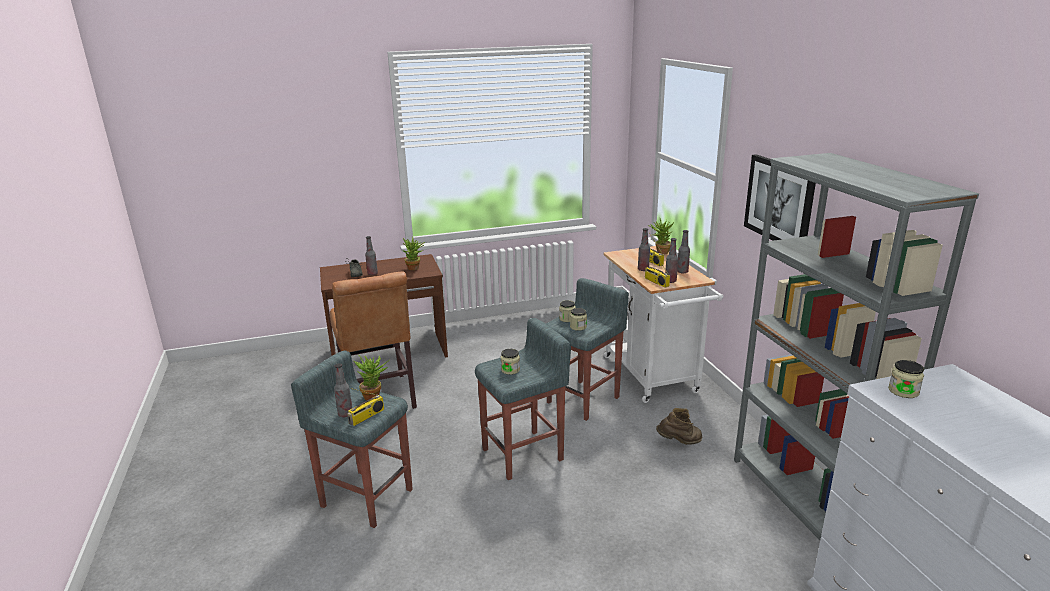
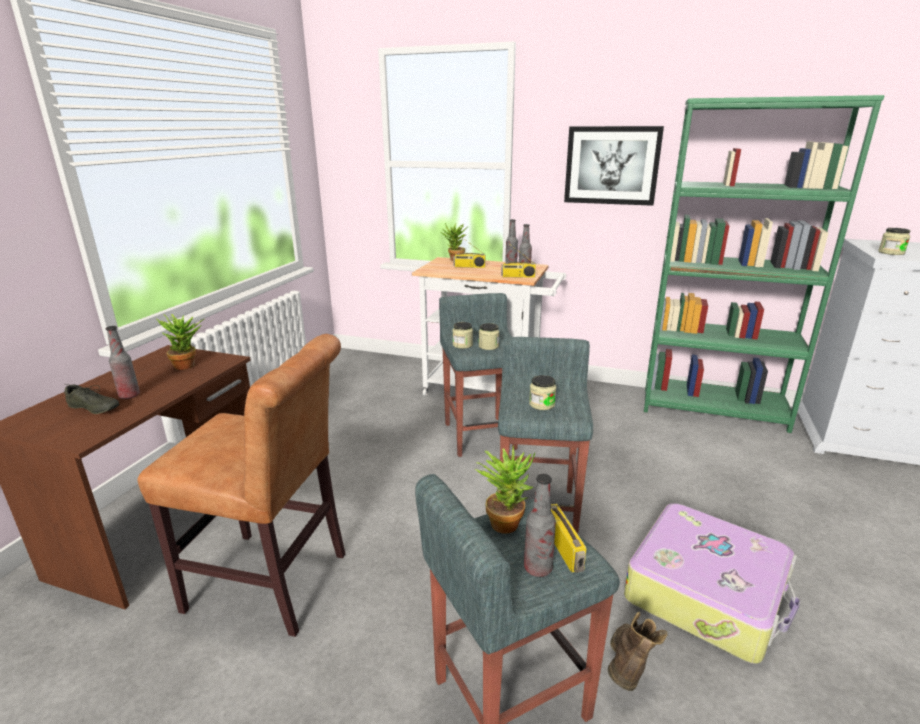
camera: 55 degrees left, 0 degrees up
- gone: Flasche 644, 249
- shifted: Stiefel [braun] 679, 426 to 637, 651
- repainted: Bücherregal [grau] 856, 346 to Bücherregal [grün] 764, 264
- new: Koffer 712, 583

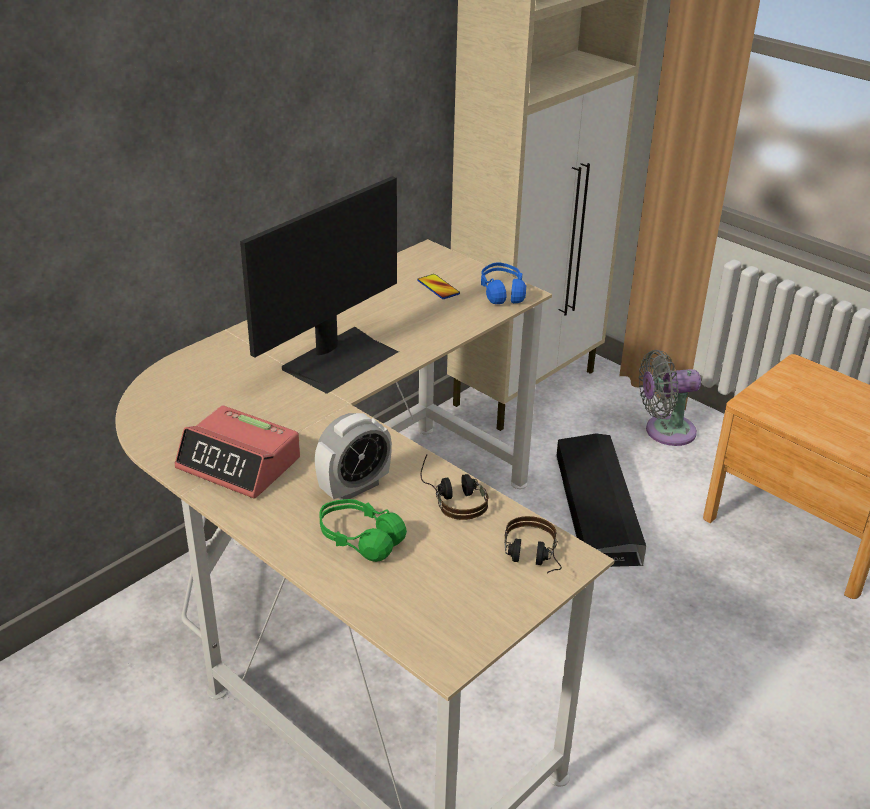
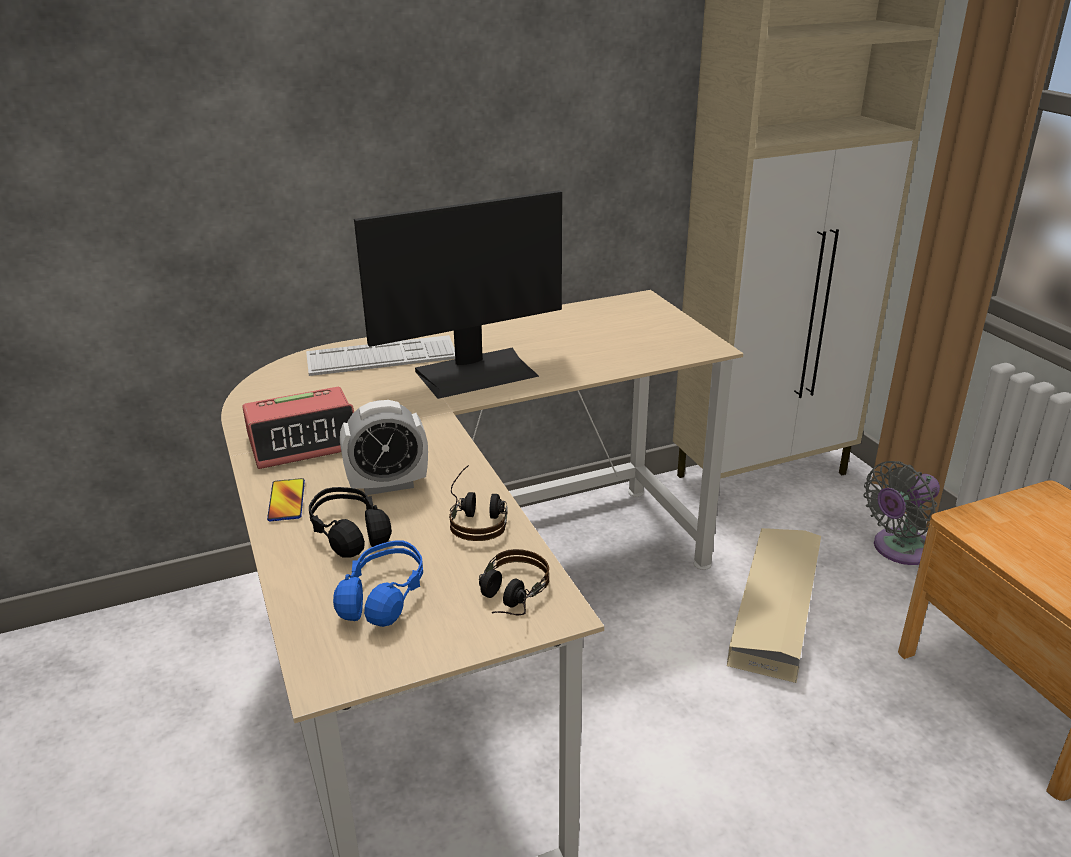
camera: 25 degrees right, 5 degrees down
- rotated: Wecker 237, 452 = 298, 428 75 degrees counterclockwise
- repainted: Kopfhörer [grün] 363, 530 to Kopfhörer [schwarz] 350, 522
- shifted: Handy 438, 286 to 286, 499
- shifted: Kopfhörer [blau] 503, 283 to 378, 583
- repainted: Aufbewahrungsbox [schwarz] 601, 500 to Aufbewahrungsbox [beige] 774, 605
- rotated: Ventilator [grau] 670, 398 = 902, 513 45 degrees counterclockwise
- new: Tastatur 380, 355

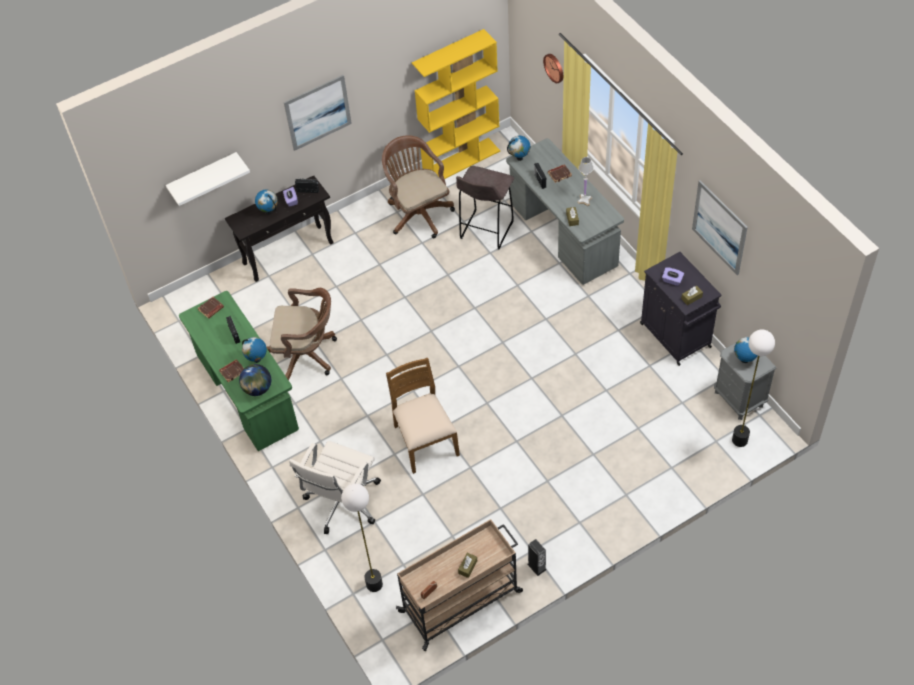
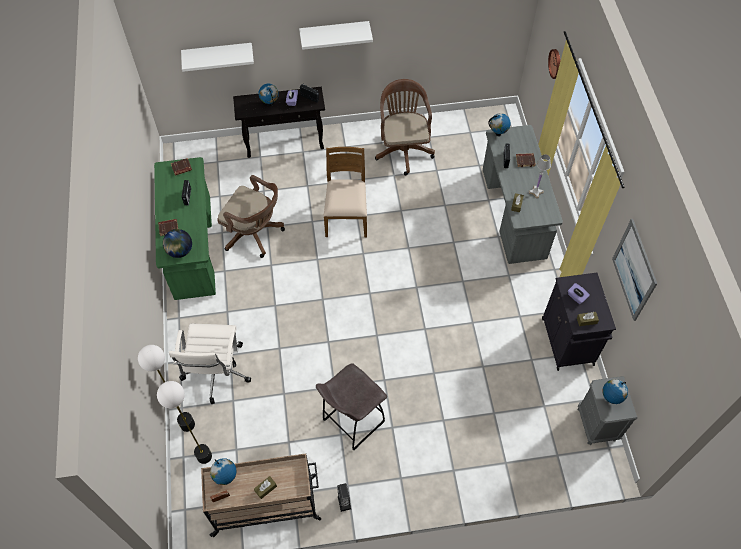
camera: 20 degrees right, 5 degrees up
- shifted: Globus 254, 350 to 223, 471
- swapped: Bild 318, 113 to Wandregal [weiß] 336, 35
- rotated: Bürostuhl [weiß] 335, 487 = 210, 364 45 degrees counterclockwise
- shifted: Stuhl [braun] 423, 416 to 345, 192
- gone: Bücherregal [gelb] 456, 104
- shifted: Hocker [grau] 485, 208 to 351, 406
- shifted: Stehlampe 753, 388 to 166, 388

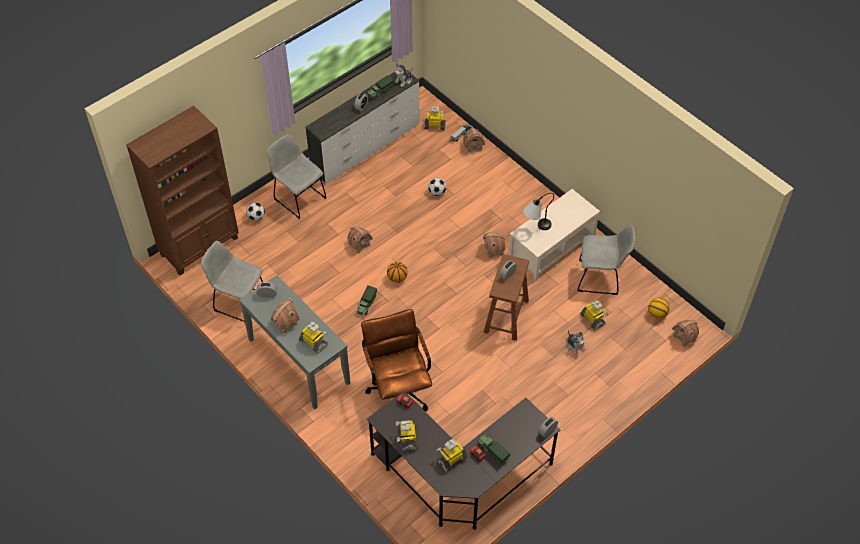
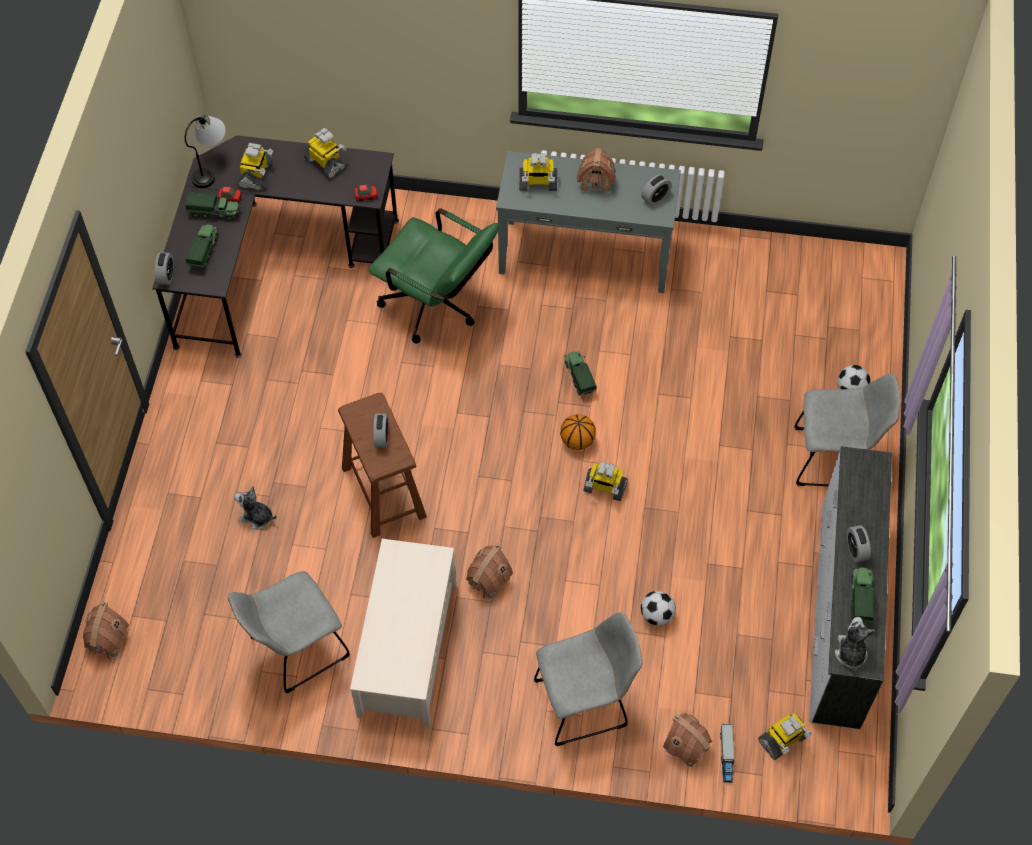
camera: 140 degrees right, 5 degrees up
- gone: Bücherregal [braun] 182, 190
- shifted: Stuhl [grau] 232, 281 to 588, 679
- gone: Spielzeughaus 360, 240
- repainted: Bürostuhl [braun] 396, 360 to Bürostuhl [grün] 434, 276
- shifted: Tischlampe 538, 211 to 205, 151
- shifted: Spielzeugroboter 594, 315 to 606, 481
- gone: Basketball 659, 308
- new: Spielzeuglaster 202, 246

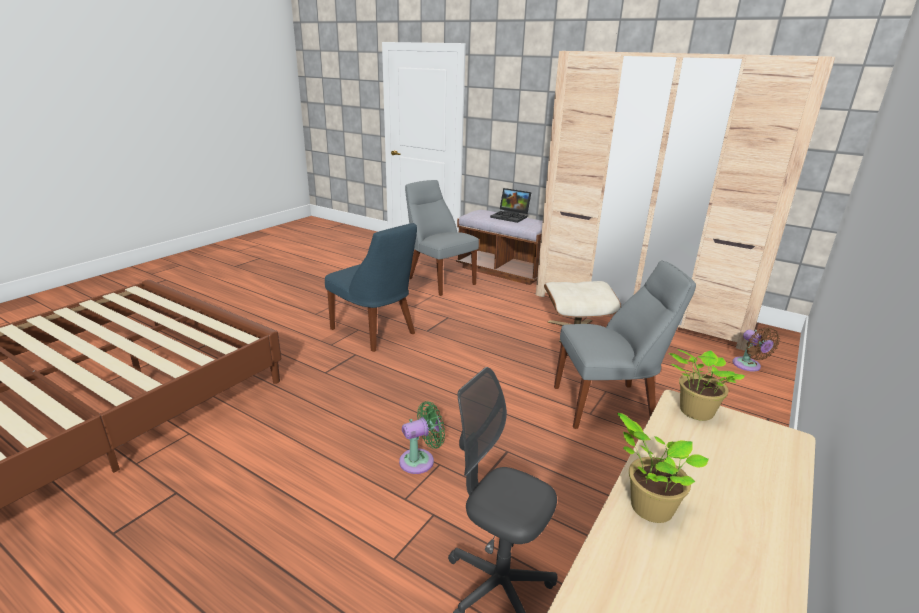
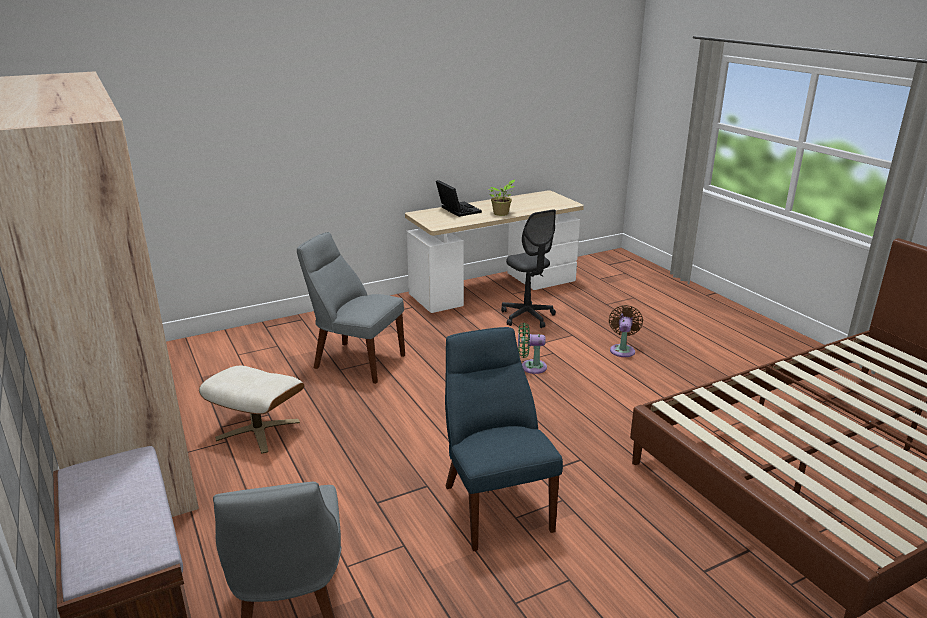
camera: 150 degrees left, 0 degrees up
- shifted: Laptop 510, 205 to 459, 198
- gone: Topfpflanze 707, 385
- shifted: Ventilator [braun] 756, 349 to 626, 331

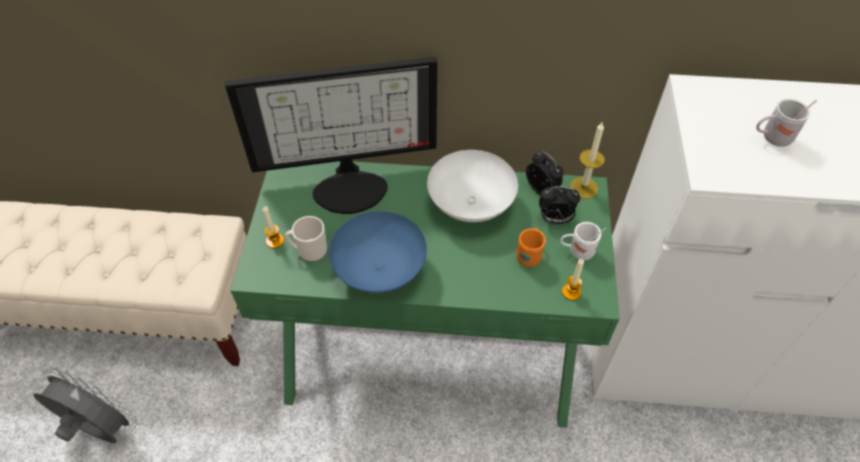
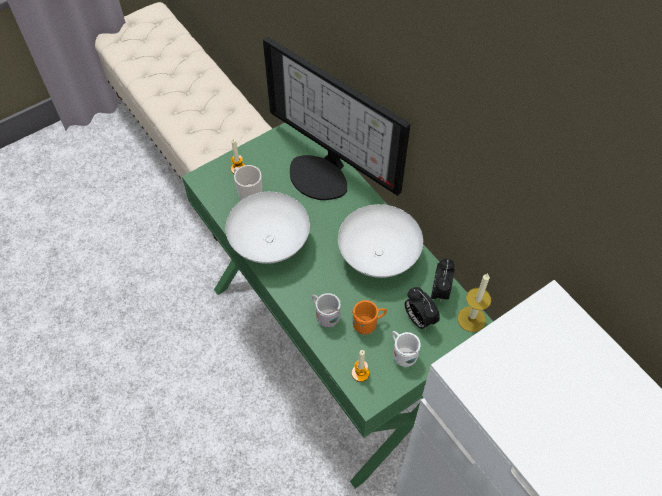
camera: 50 degrees right, 5 degrees up
- gone: Ventilator [grau] 85, 405
- repainted: Schüssel [blau] 378, 252 to Schüssel [weiß] 267, 228
- shifted: Henkelbecher [weiß] 786, 123 to 326, 310

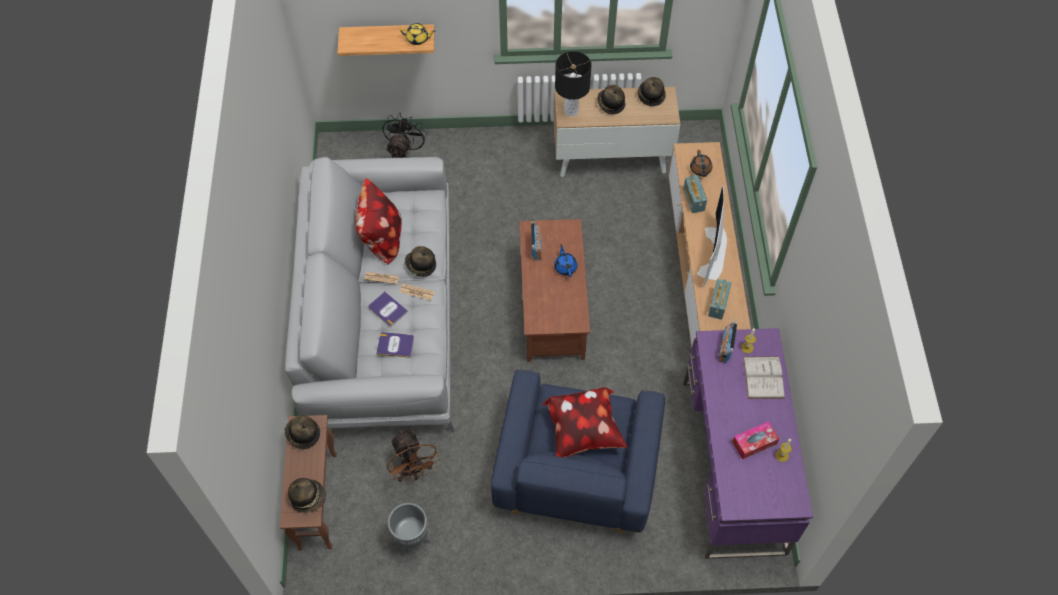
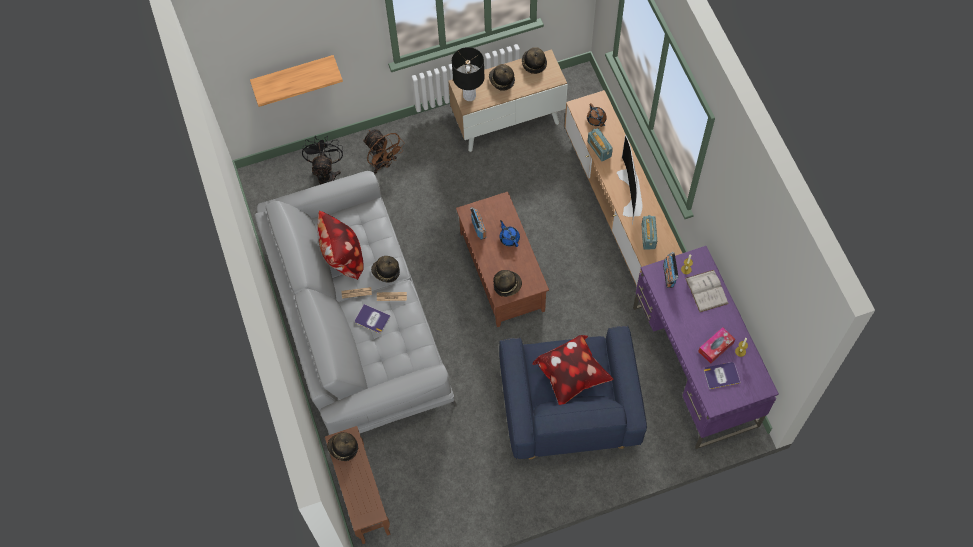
camera: 15 degrees left, 5 degrees up
- shifted: Hut 307, 495 to 507, 283
- shifted: Buch 395, 345 to 722, 375
- shifted: Ventilator [braun] 413, 456 to 384, 152
- gone: Pflanzkübel [grau] 409, 529
- gone: Teekanne [gelb] 417, 34

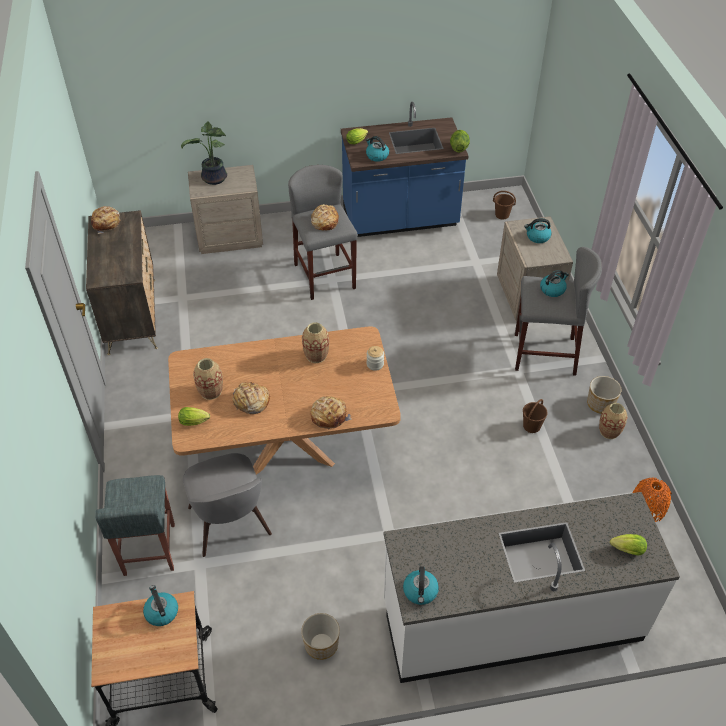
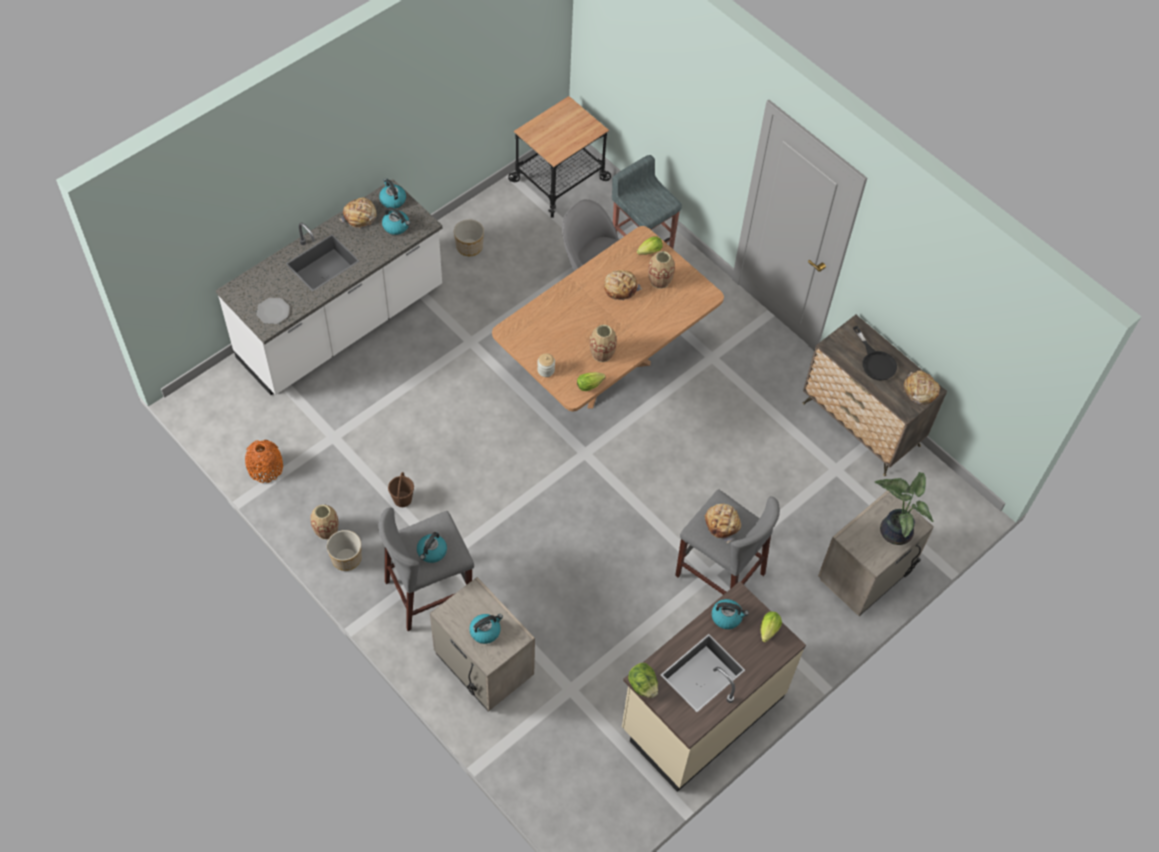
camera: 145 degrees right, 10 degrees up
- shifted: Wasserkessel 160, 605 to 396, 221
- shifted: Brot 331, 413 to 358, 213
- repainted: Küchenzeile [blau] 405, 169 to Küchenzeile [beige] 714, 686
- gone: Eimer [braun] 504, 205
- shifted: Salatkopf 628, 544 to 591, 381
- new: Teller 273, 311
- new: Pfanne [schwarz] 875, 353

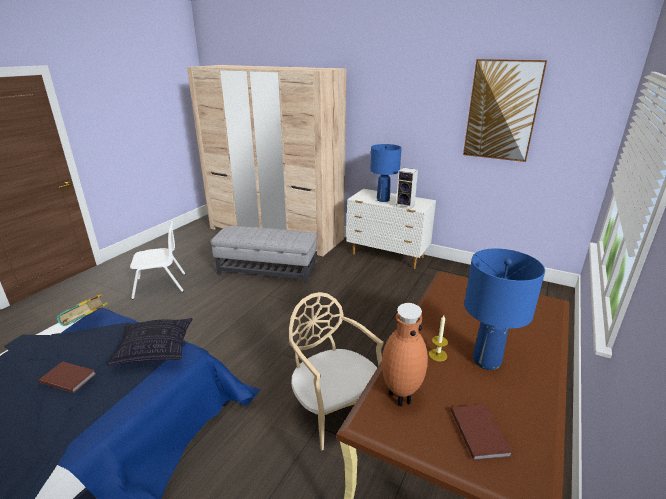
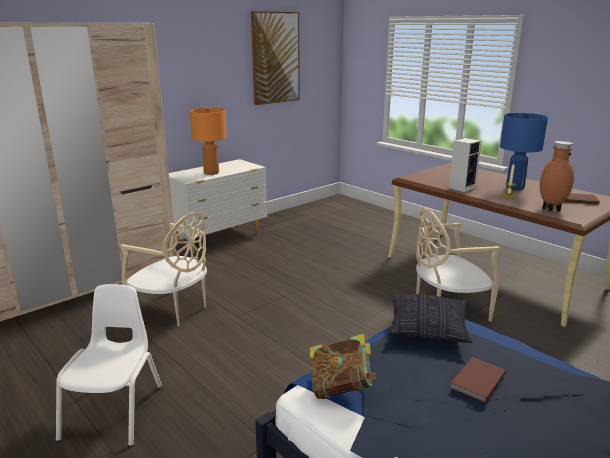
camera: 70 degrees left, 5 degrees down
- swapped: Polsterhocker [grau] 263, 255 to Stuhl [beige] 163, 269
- repainted: Tischlampe [blau] 386, 173 to Tischlampe [orange] 208, 141
- shifted: Lautsprecher 407, 188 to 465, 165

